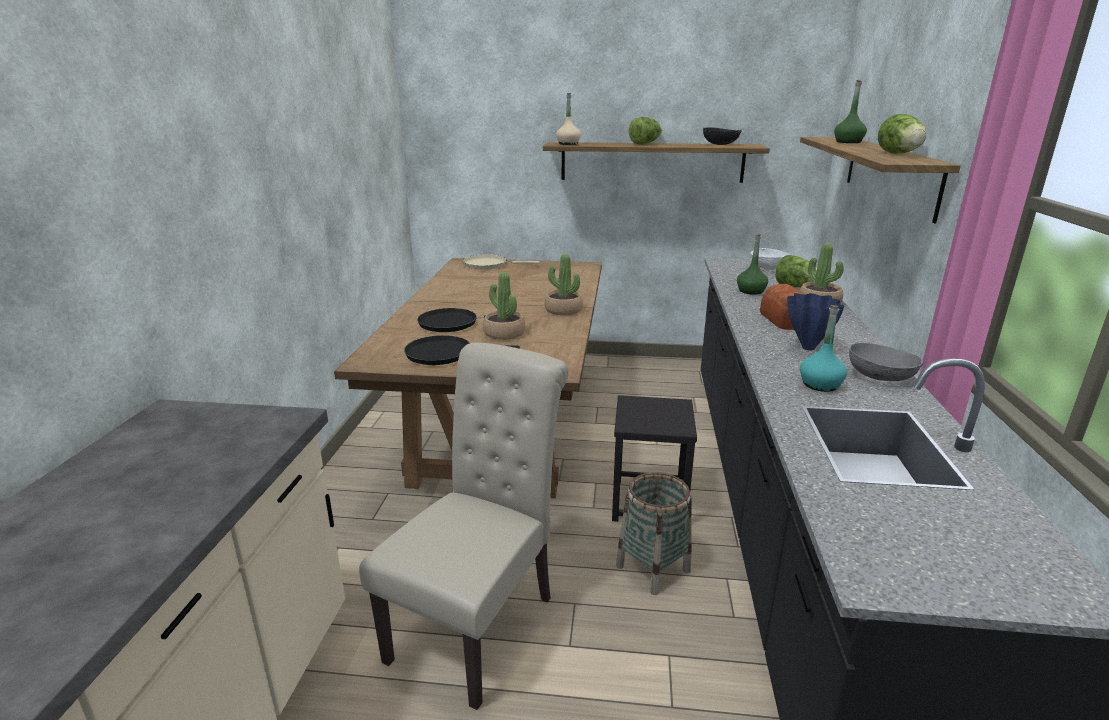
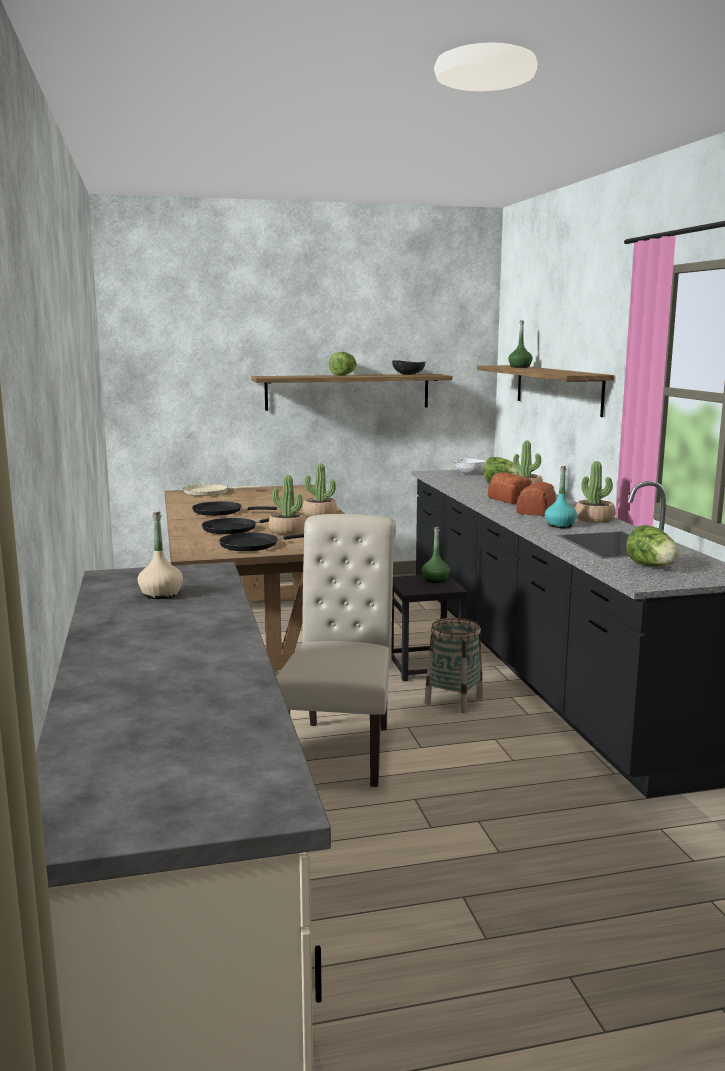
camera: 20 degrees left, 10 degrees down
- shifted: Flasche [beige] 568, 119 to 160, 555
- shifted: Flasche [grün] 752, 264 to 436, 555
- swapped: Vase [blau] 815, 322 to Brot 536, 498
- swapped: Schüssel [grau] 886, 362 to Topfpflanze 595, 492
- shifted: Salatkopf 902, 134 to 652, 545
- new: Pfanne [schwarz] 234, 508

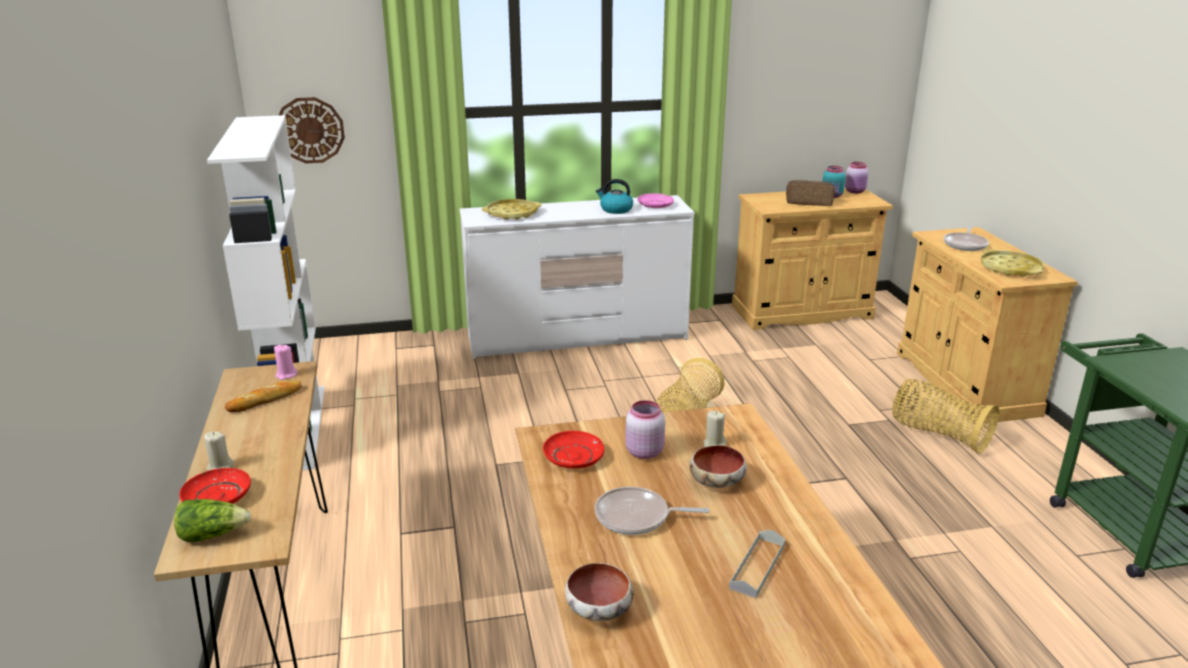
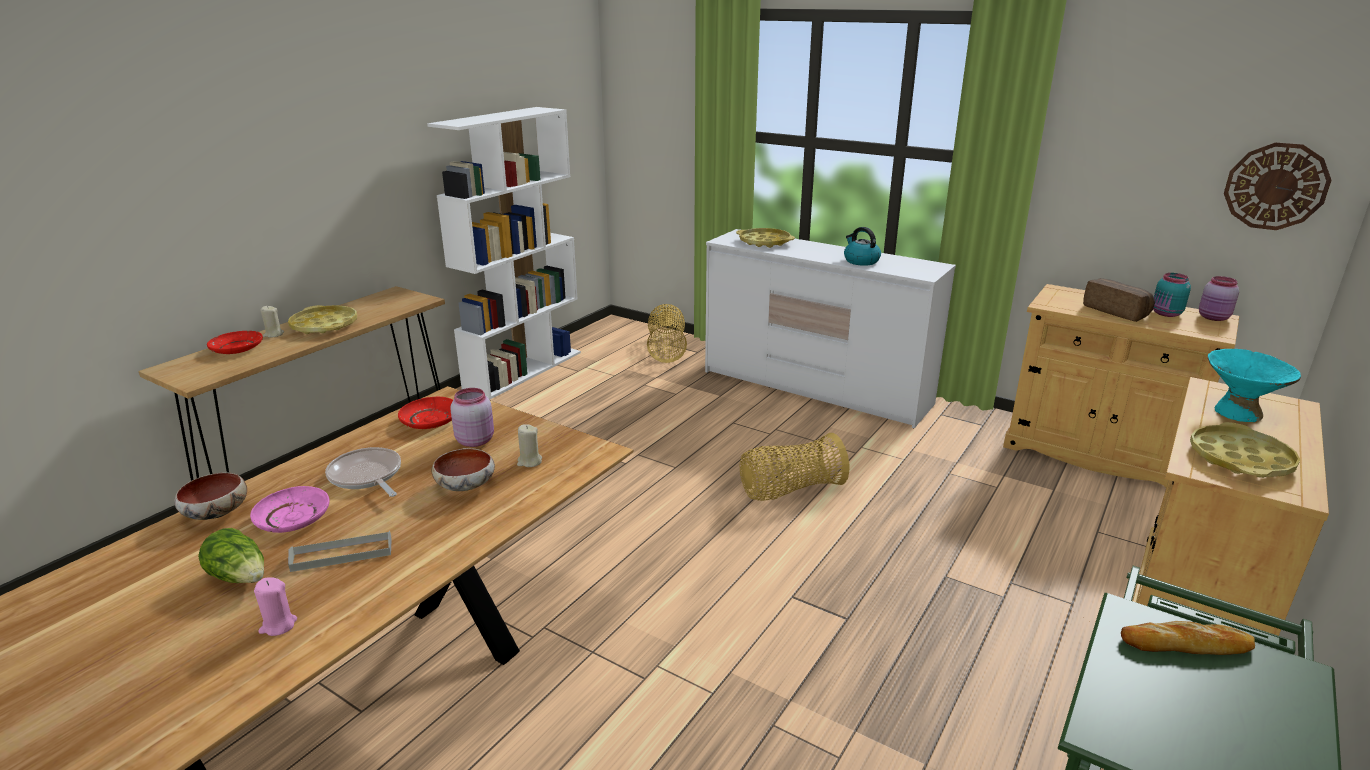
camera: 45 degrees right, 0 degrees up
- shifted: Salatkopf 212, 520 to 231, 555
- shifted: Brot 263, 396 to 1188, 638
- shifted: Kerze [rosa] 286, 362 to 275, 606
- shifted: Wanduhr 311, 130 to 1278, 186
- shifted: Teller [rosa] 656, 200 to 289, 509
- shifted: Korb 945, 416 to 667, 333
- swapped: Pfanne 966, 238 to Schüssel [türkis] 1254, 385
- new: Tablett [gelb] 322, 319

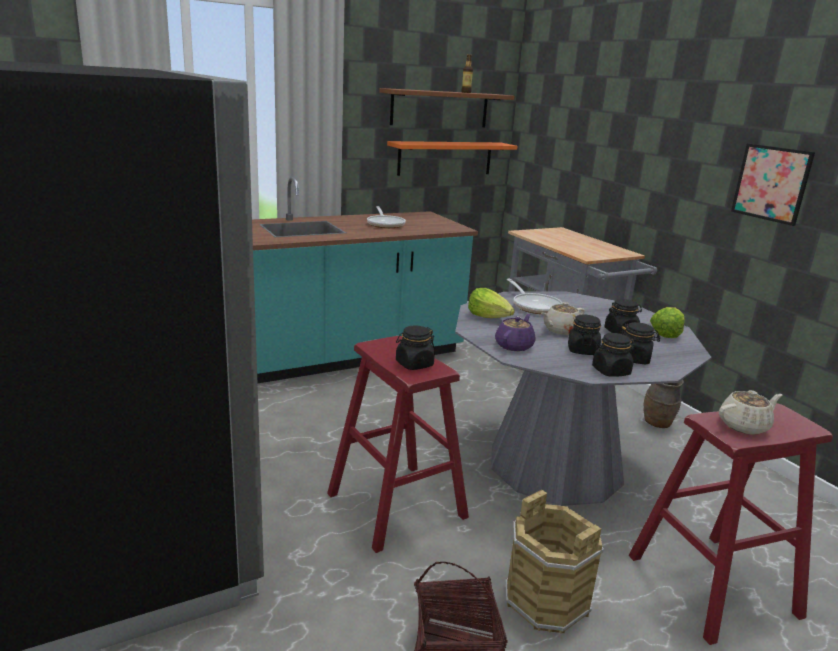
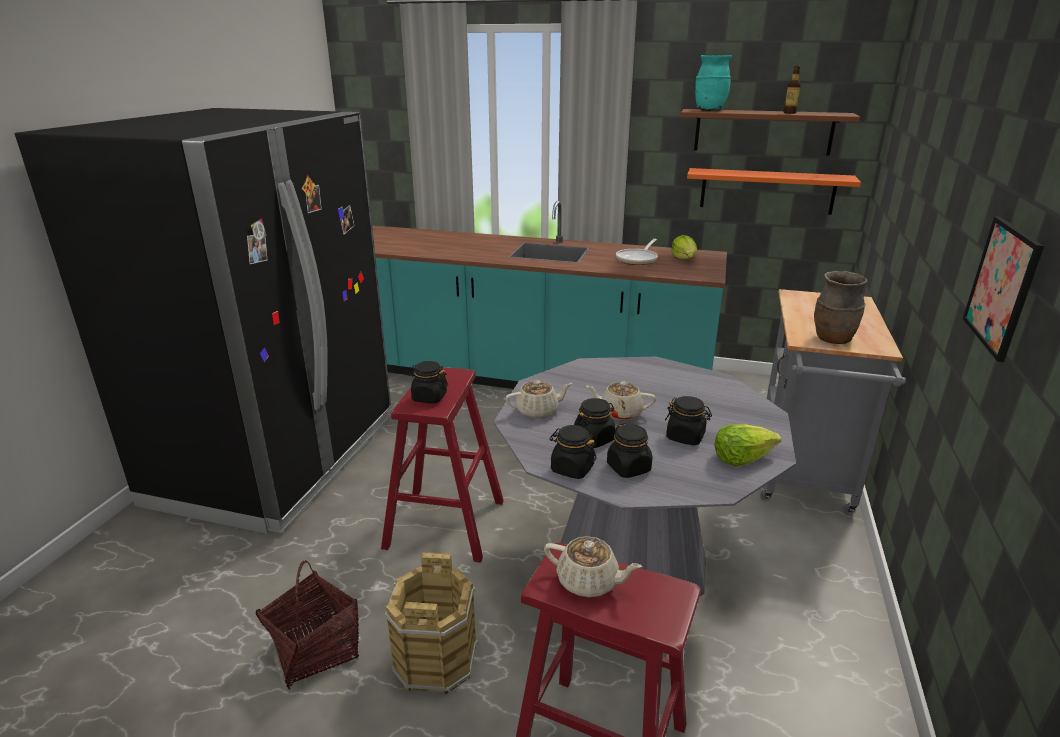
camera: 45 degrees right, 5 degrees up
- shifted: Salatkopf 491, 303 to 684, 247
- repainted: Teekanne [lila] 515, 332 to Teekanne [beige] 538, 399
- gone: Pfanne 535, 296
- shifted: Vase [braun] 664, 403 to 840, 307
- new: Vase [türkis] 713, 83

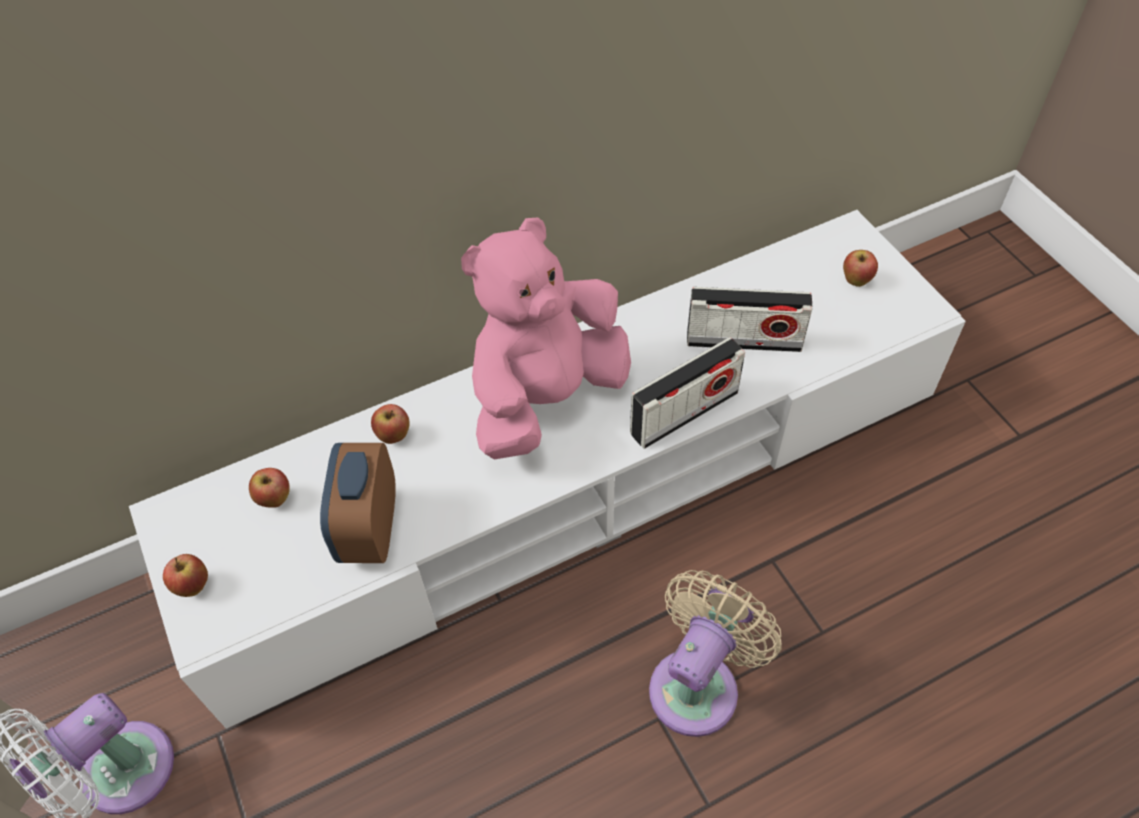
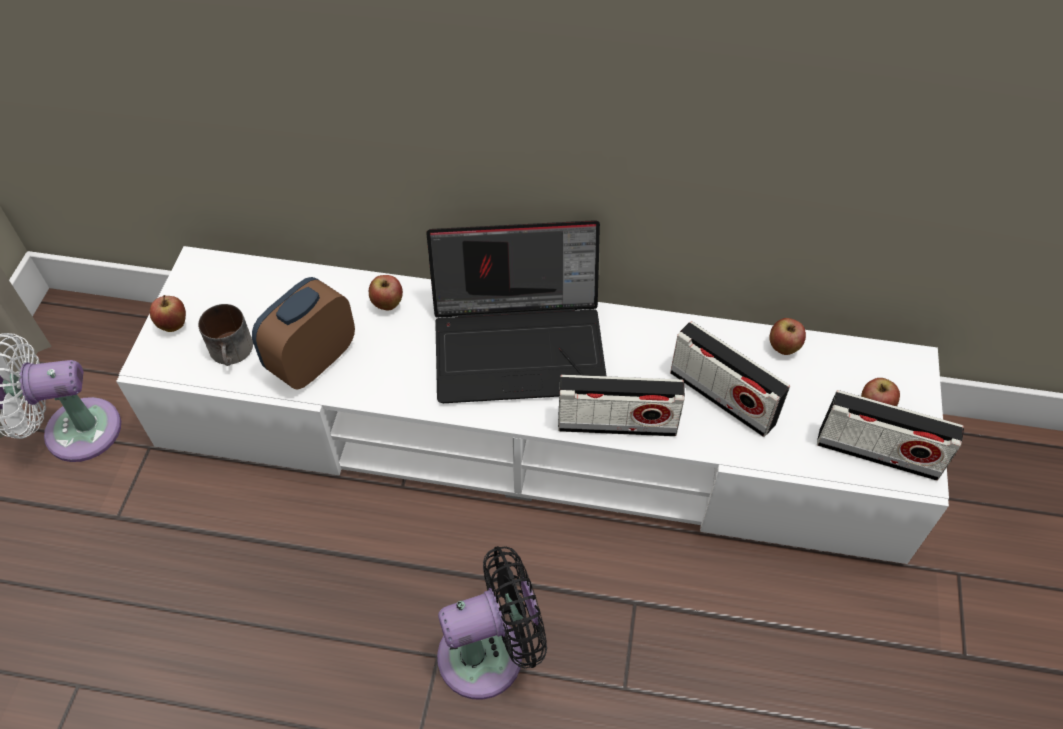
camera: 35 degrees right, 0 degrees up
- shifted: Apfel 269, 488 to 787, 336
- swapped: Plüschtier [rosa] 546, 338 to Laptop 516, 311
- repainted: Ventilator [beige] 715, 653 to Ventilator [schwarz] 492, 623
- new: Henkelbecher 225, 335
- new: Radio 890, 435

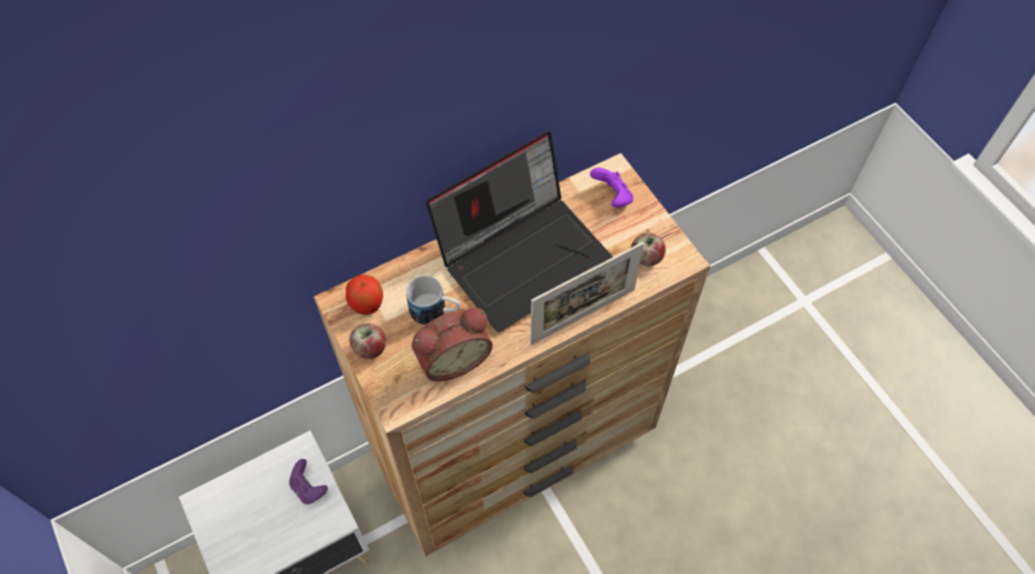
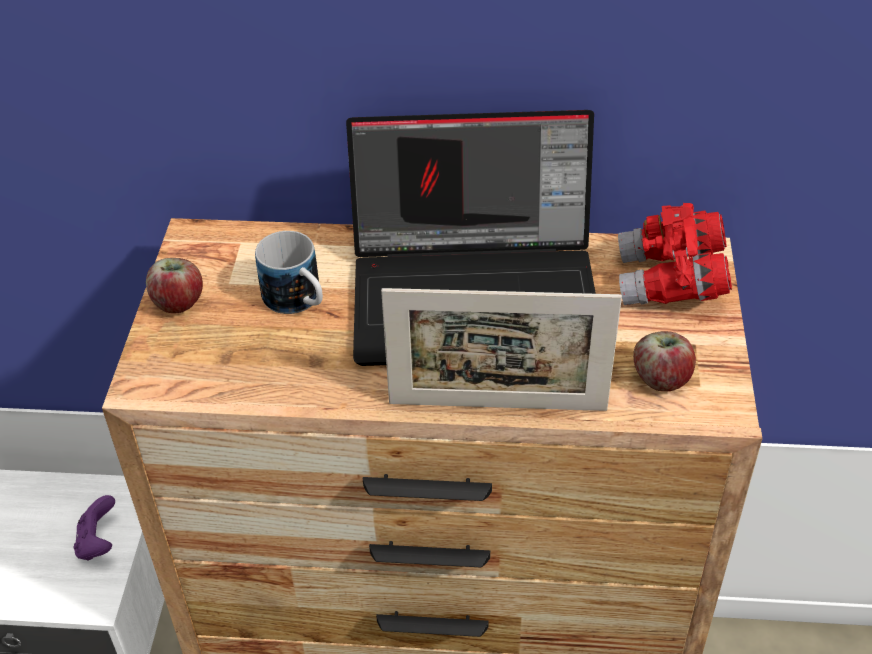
camera: 35 degrees right, 15 degrees down
- gone: Apfel 364, 295
- gone: Wecker 452, 344
- swapped: Gamepad [lila] 611, 188 to Fernglas [rot] 675, 254

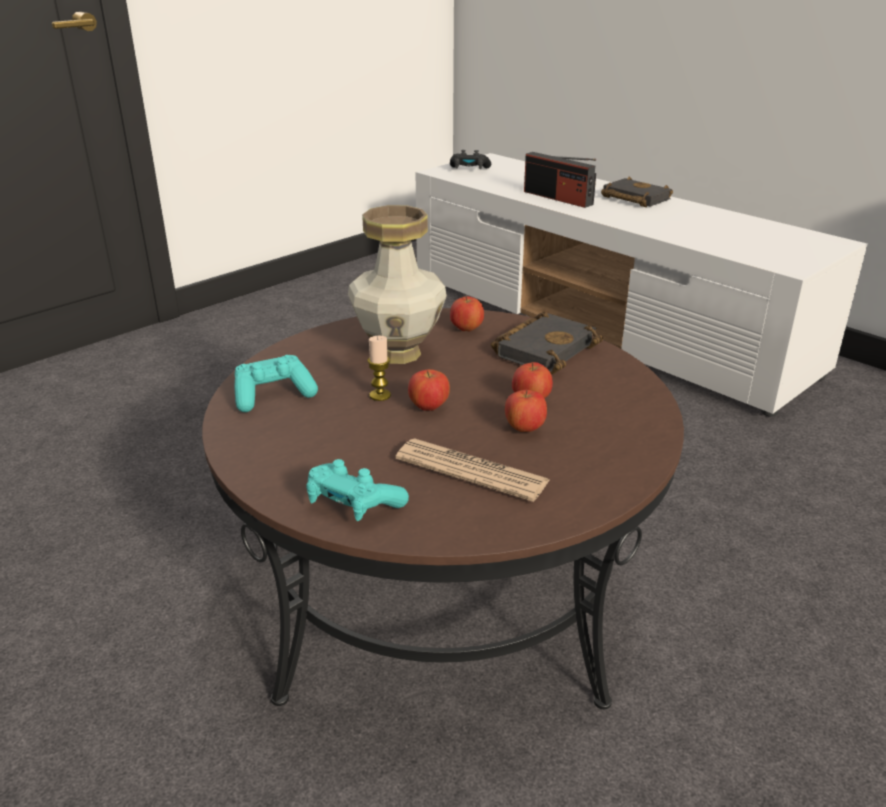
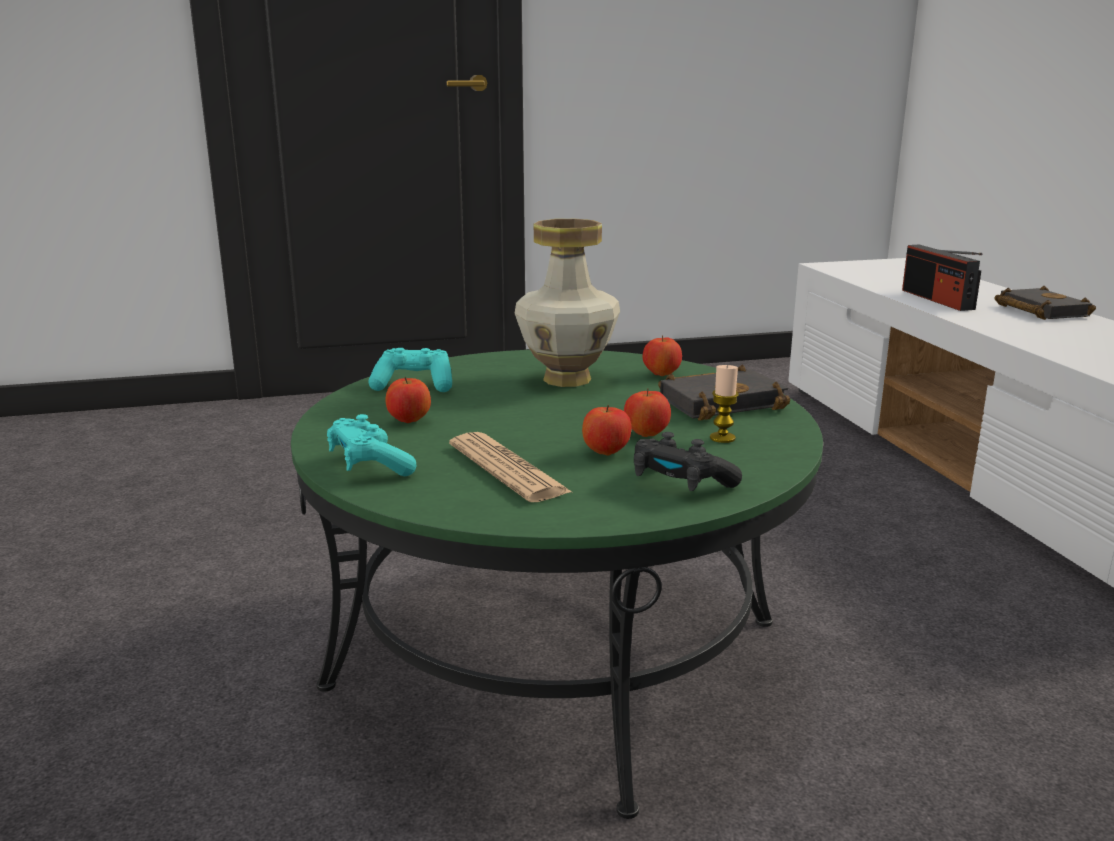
camera: 30 degrees right, 10 degrees down
- repainted: Couchtisch [braun] 443, 508 to Couchtisch [grün] 557, 584
- shifted: Kerze 379, 368 to 724, 403
- shifted: Apfel 429, 390 to 408, 400
- shifted: Gamepad [schwarz] 470, 159 to 688, 461

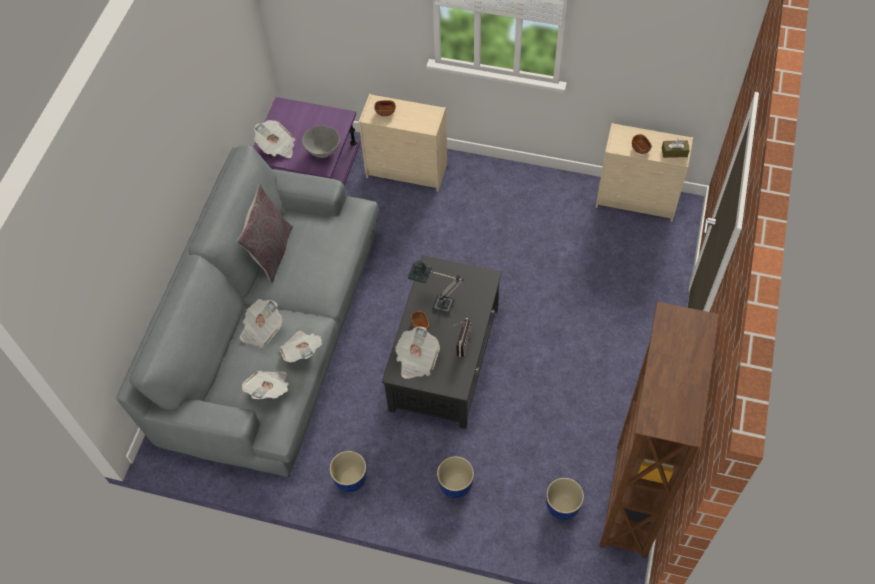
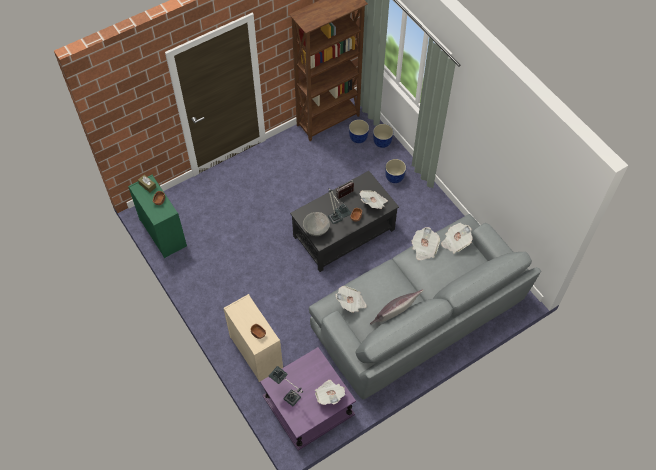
camera: 140 degrees left, 0 degrees up
- shifted: Zeitung 261, 323 to 351, 299
- shifted: Schüssel [grau] 321, 142 to 316, 224
- shifted: Pflanzkübel 347, 471 to 383, 136
- repainted: Kommode [beige] 644, 172 to Kommode [grün] 157, 216
- new: Tischlampe 286, 386

